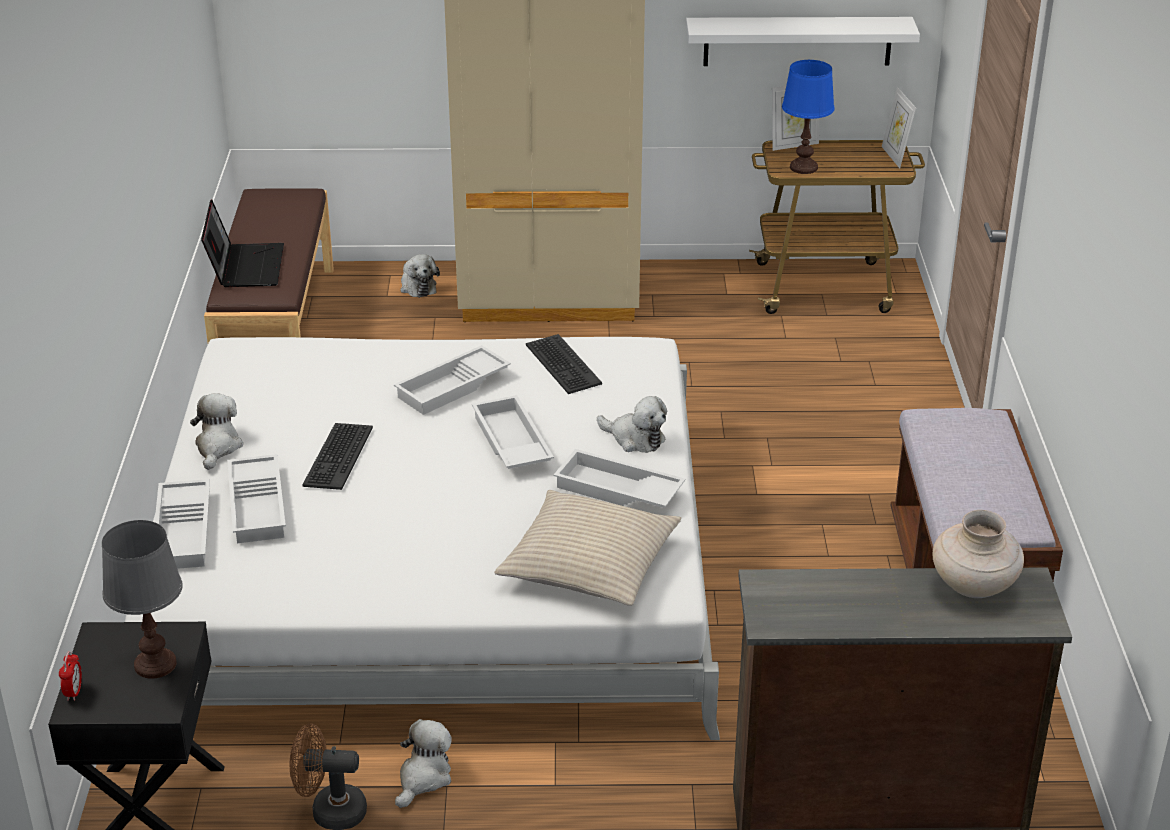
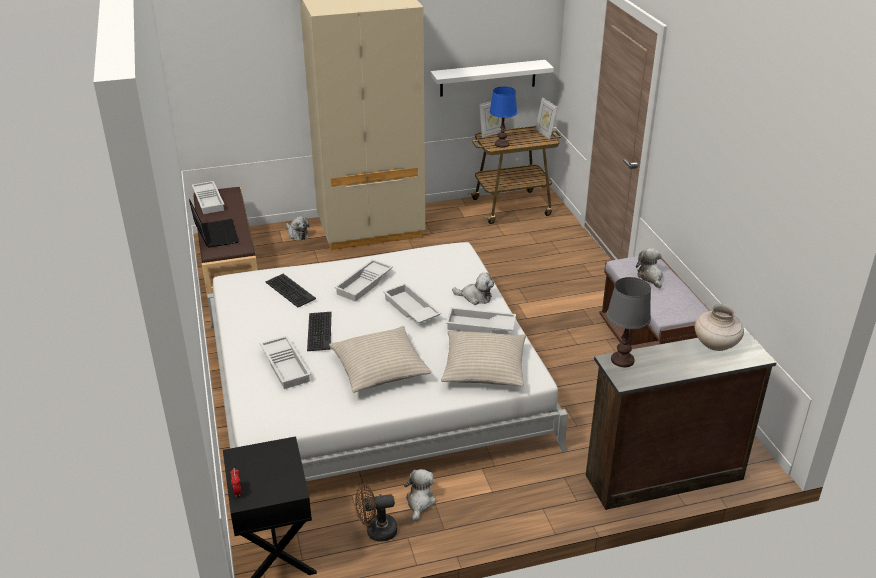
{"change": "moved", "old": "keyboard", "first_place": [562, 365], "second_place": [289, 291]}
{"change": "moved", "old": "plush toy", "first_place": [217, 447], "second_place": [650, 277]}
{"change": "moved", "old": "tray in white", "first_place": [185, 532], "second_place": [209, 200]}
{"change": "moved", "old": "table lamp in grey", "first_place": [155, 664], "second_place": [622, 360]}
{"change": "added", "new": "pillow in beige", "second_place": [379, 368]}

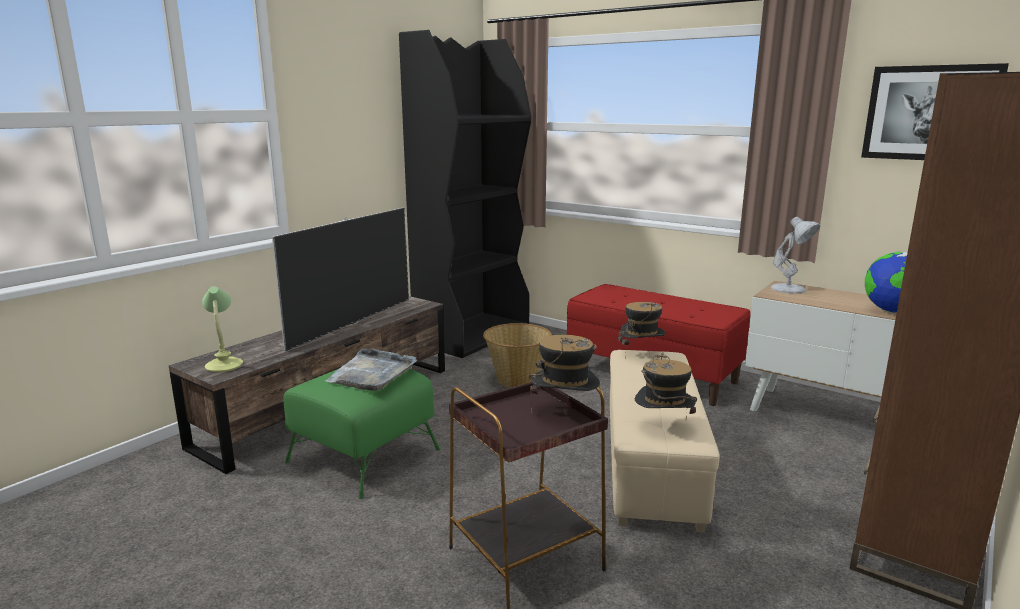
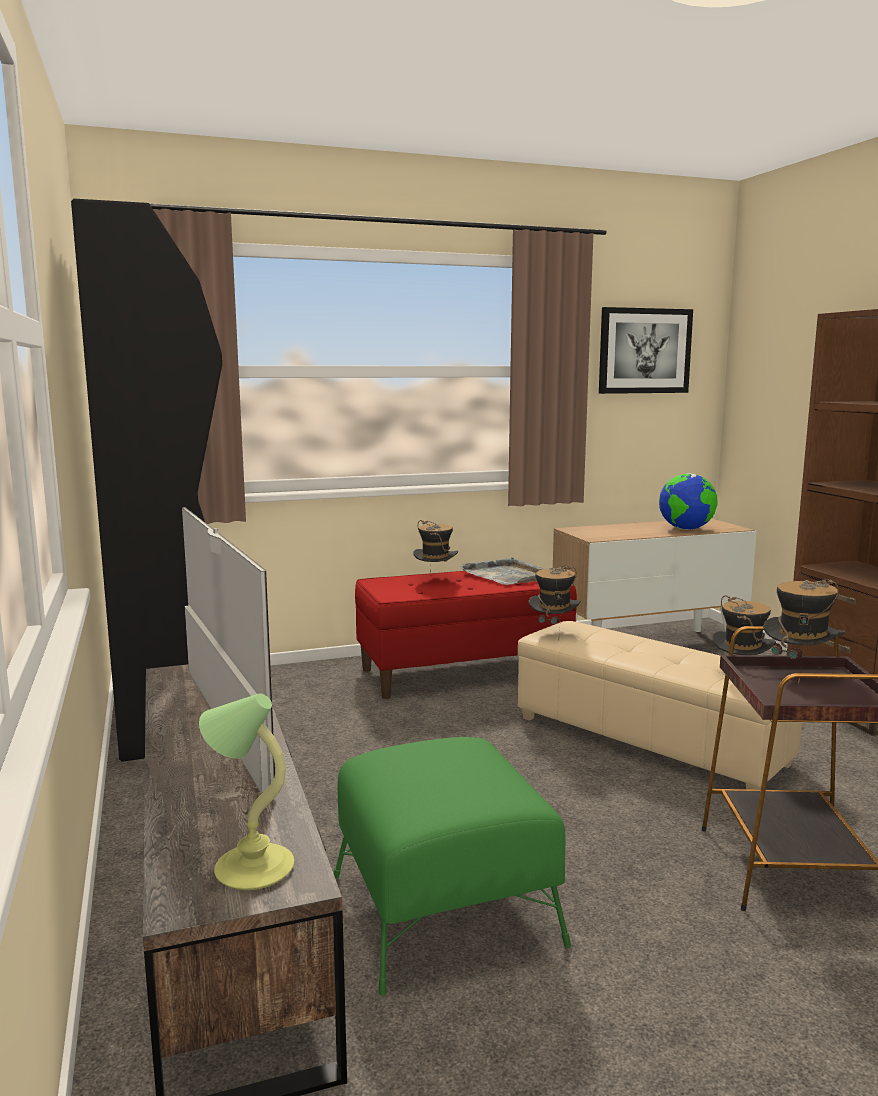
{"change": "removed", "old": "table lamp in white", "first_place": [790, 289]}
{"change": "removed", "old": "basket", "first_place": [517, 379]}
{"change": "moved", "old": "tray in grey", "first_place": [372, 373], "second_place": [506, 575]}
{"change": "added", "new": "hat", "second_place": [435, 579]}

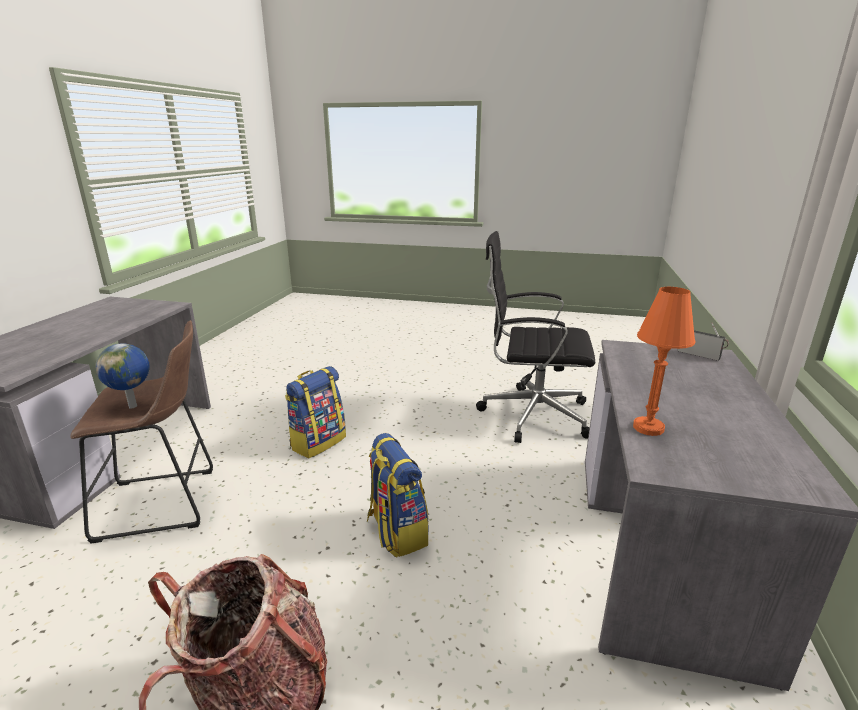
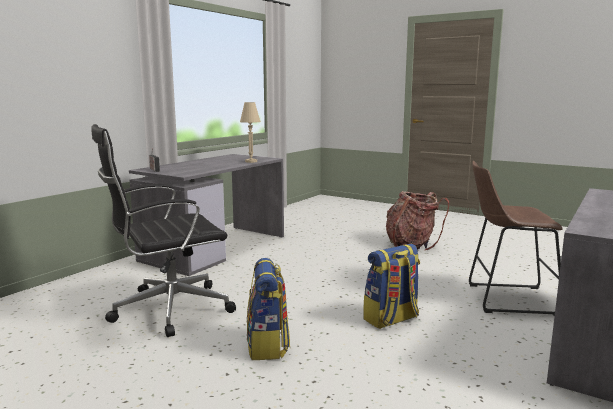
{"change": "turned", "old": "office chair in black", "first_place": [531, 414], "second_place": [168, 309], "degrees": 120}
{"change": "recoloured", "old": "table lamp in orange", "new": "table lamp in beige", "first_place": [648, 428], "second_place": [251, 161]}
{"change": "removed", "old": "globe", "first_place": [134, 406]}
{"change": "moved", "old": "backpack", "first_place": [396, 531], "second_place": [268, 346]}

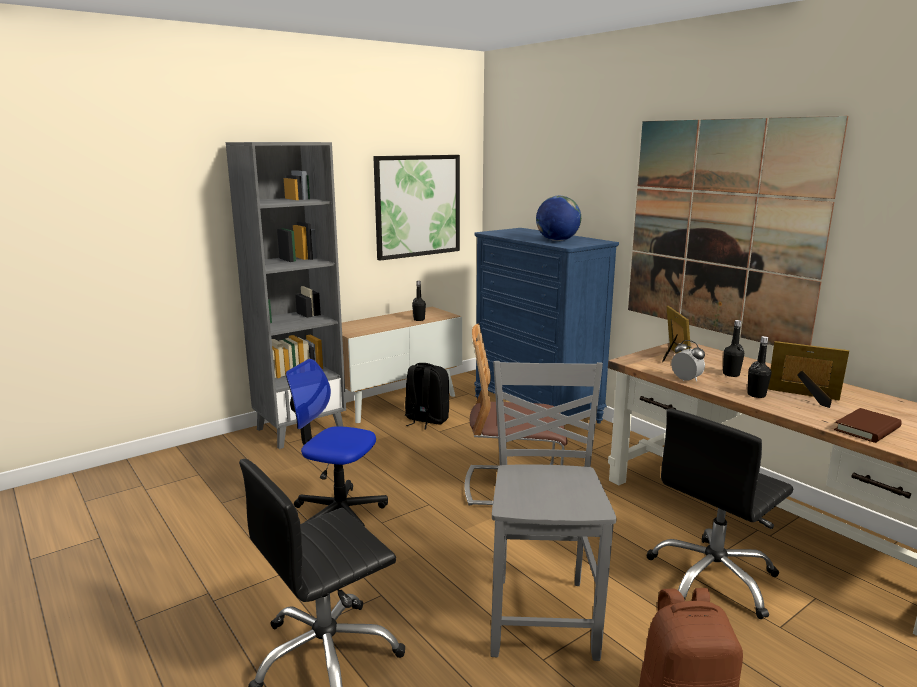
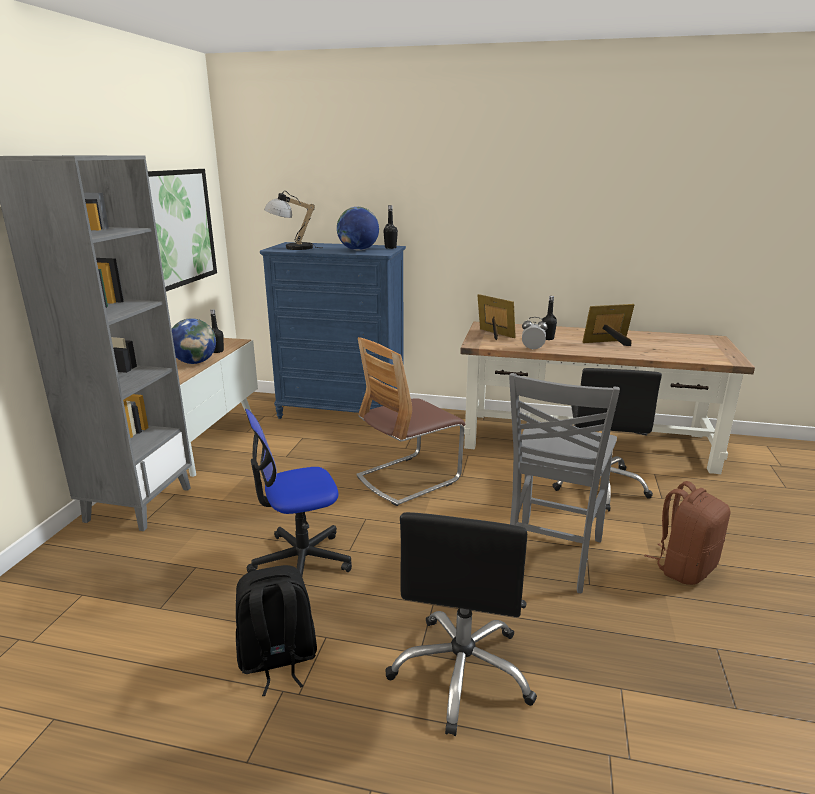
{"change": "removed", "old": "picture", "first_place": [721, 228]}
{"change": "moved", "old": "bottle in black", "first_place": [756, 395], "second_place": [390, 247]}
{"change": "turned", "old": "chair in grey", "first_place": [543, 615], "second_place": [551, 557], "degrees": -120}
{"change": "moved", "old": "backpack in black", "first_place": [426, 420], "second_place": [277, 660]}
{"change": "removed", "old": "book in brown", "first_place": [867, 429]}
{"change": "added", "new": "table lamp", "second_place": [291, 247]}
{"change": "added", "new": "globe", "second_place": [195, 362]}

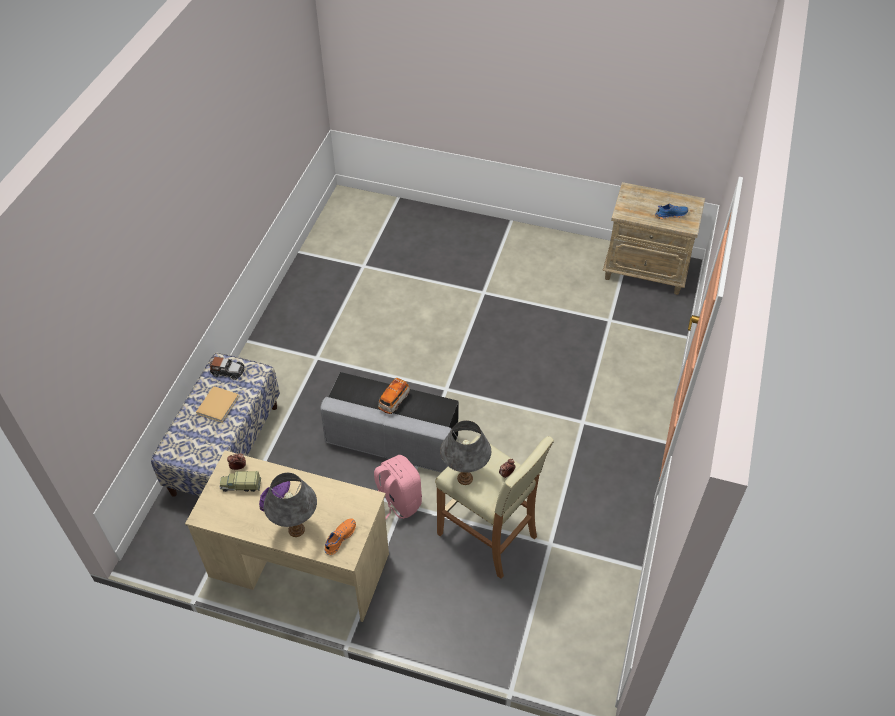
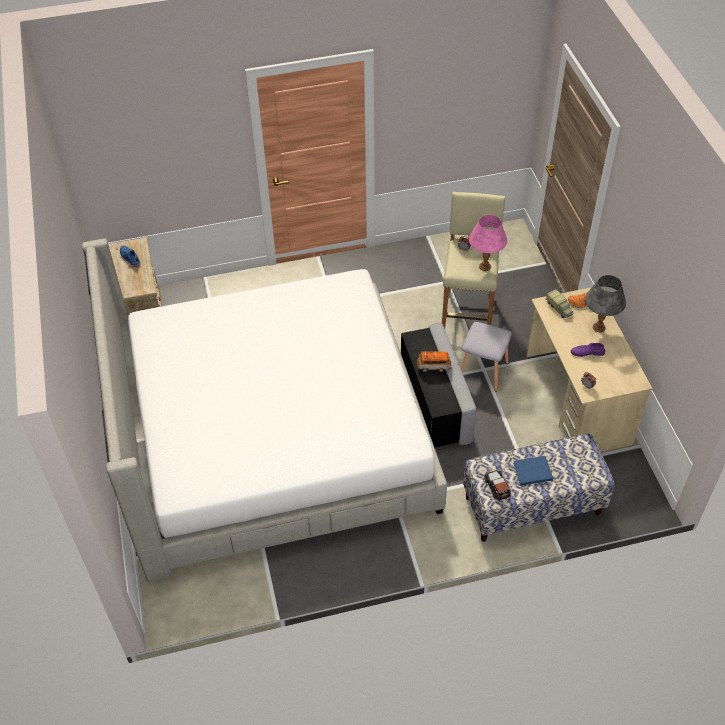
{"change": "recoloured", "old": "book in beige", "new": "book in blue", "first_place": [218, 404], "second_place": [531, 471]}
{"change": "recoloured", "old": "table lamp in grey", "new": "table lamp in pink", "first_place": [465, 478], "second_place": [484, 266]}
{"change": "replaced", "old": "backpack in pink", "new": "stool in grey", "first_place": [398, 501], "second_place": [483, 372]}
{"change": "moved", "old": "toy truck", "first_place": [240, 485], "second_place": [559, 308]}
{"change": "added", "new": "bed", "second_place": [272, 436]}

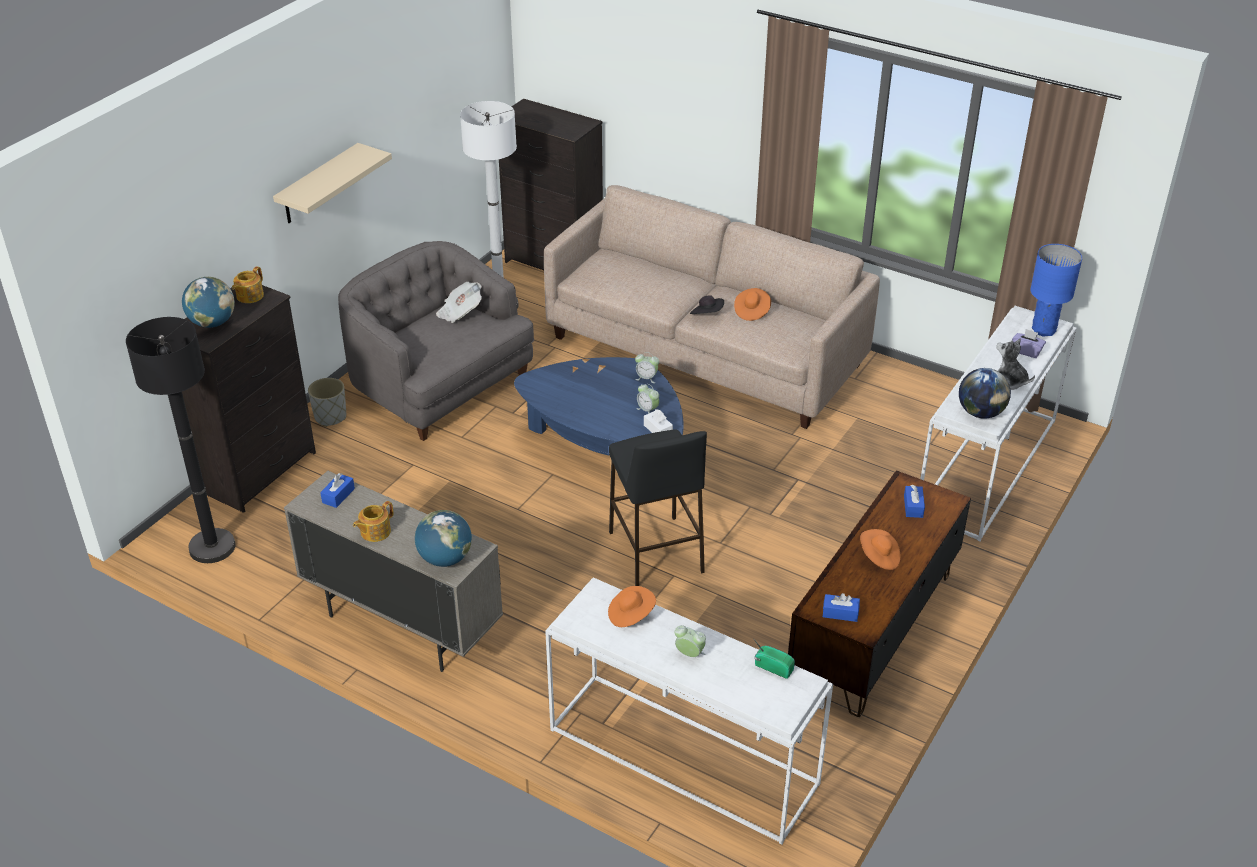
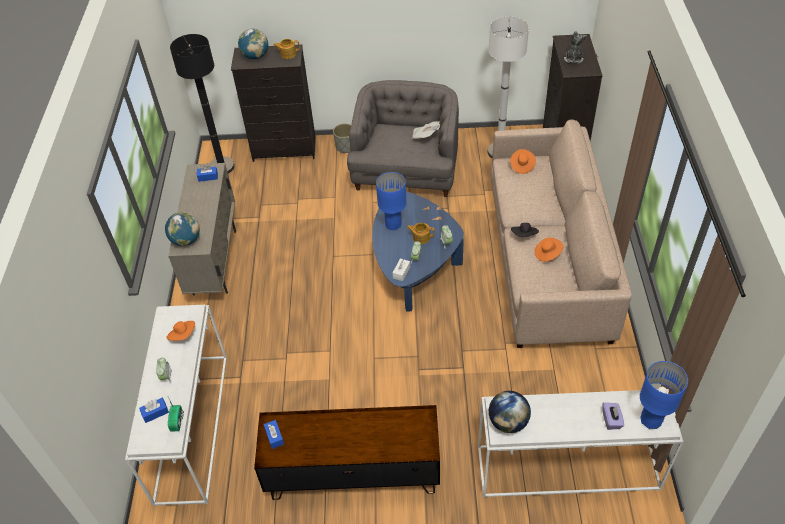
{"change": "removed", "old": "shelf in beige", "first_place": [319, 185]}
{"change": "moved", "old": "plush toy", "first_place": [1009, 381], "second_place": [573, 59]}
{"change": "removed", "old": "stool in black", "first_place": [656, 552]}
{"change": "moved", "old": "tissue box in blue", "first_place": [913, 506], "second_place": [155, 413]}
{"change": "moved", "old": "teapot", "first_place": [374, 532], "second_place": [421, 237]}
{"change": "moved", "old": "hat in orange", "first_place": [879, 557], "second_place": [522, 166]}
{"change": "added", "new": "table lamp in blue", "second_place": [393, 224]}

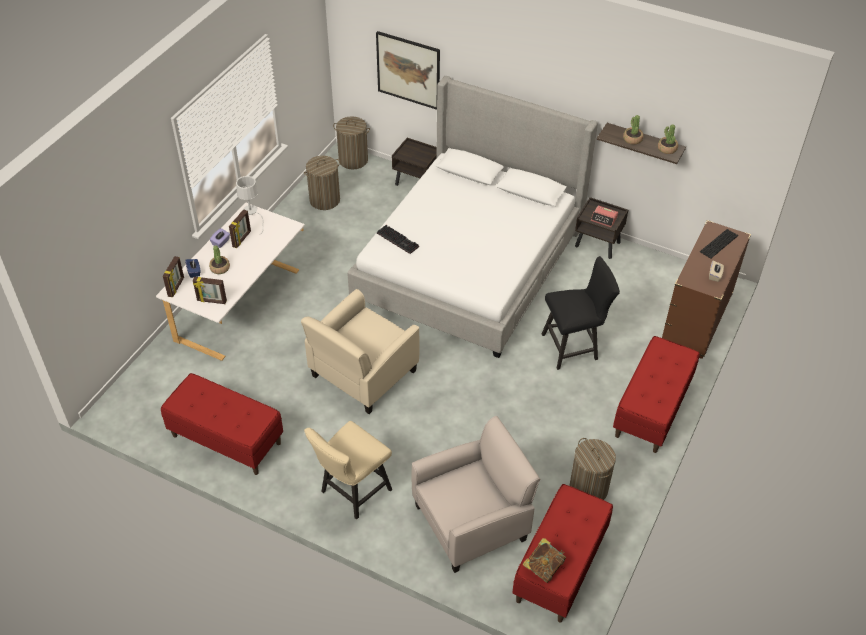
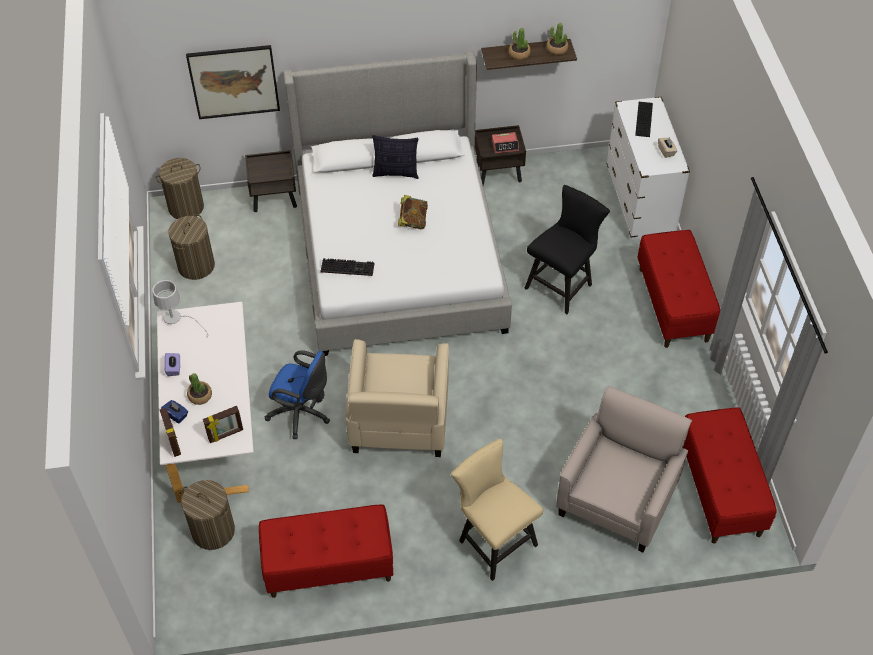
{"change": "removed", "old": "picture frame", "first_place": [242, 239]}
{"change": "recoloured", "old": "dresser in brown", "new": "dresser in white", "first_place": [696, 319], "second_place": [640, 201]}
{"change": "turned", "old": "chair in beige", "first_place": [352, 493], "second_place": [493, 540], "degrees": 135}
{"change": "moved", "old": "laundry basket", "first_place": [588, 488], "second_place": [213, 531]}
{"change": "moved", "old": "book", "first_place": [543, 567], "second_place": [413, 221]}
{"change": "added", "new": "pillow", "second_place": [396, 173]}
{"change": "added", "new": "office chair in blue", "second_place": [302, 414]}

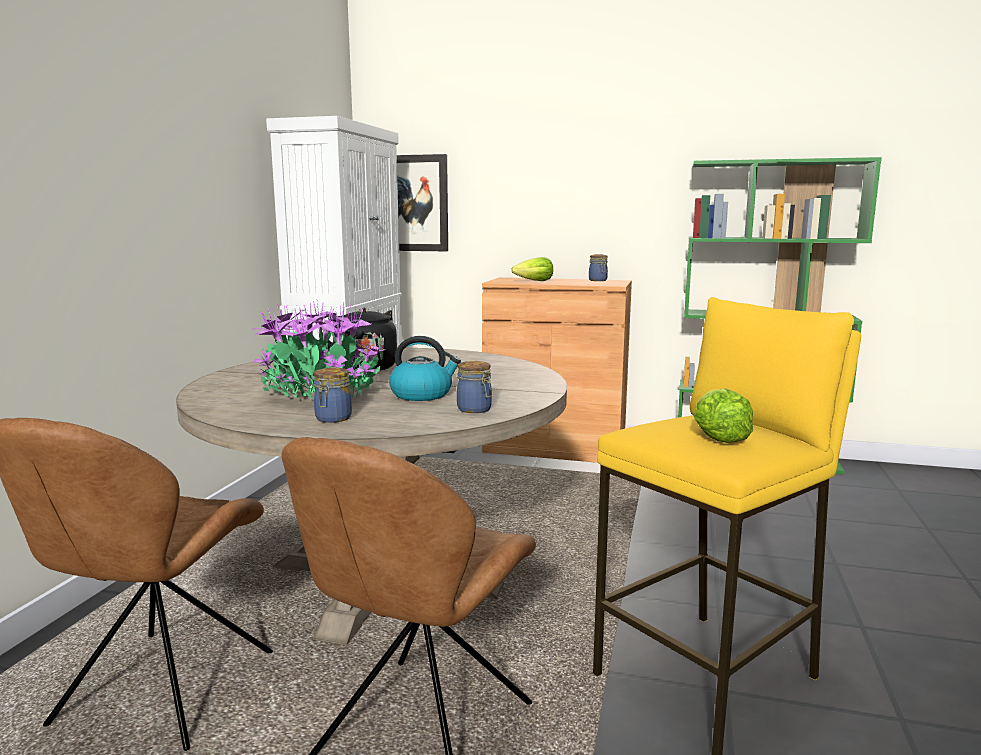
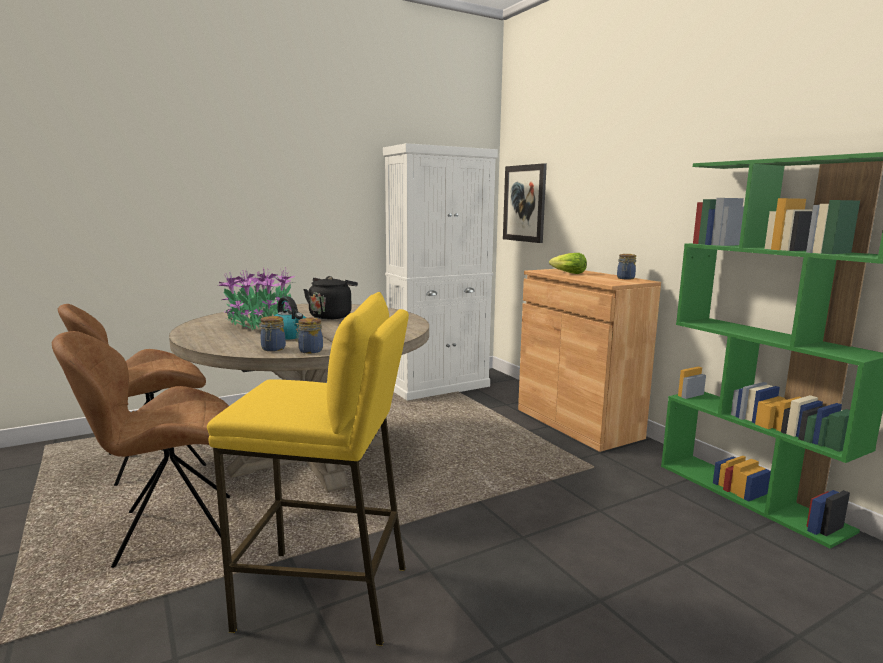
{"change": "moved", "old": "jar", "first_place": [332, 419], "second_place": [309, 351]}
{"change": "removed", "old": "lettuce", "first_place": [718, 436]}

